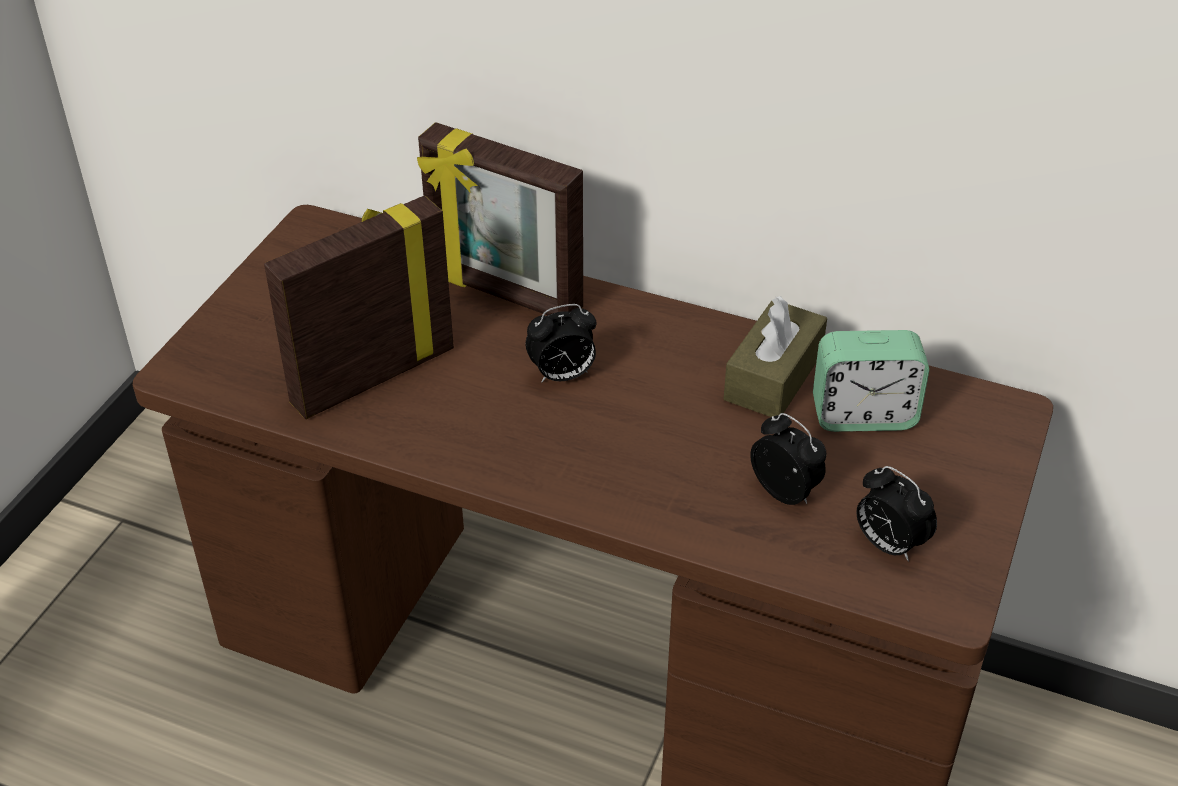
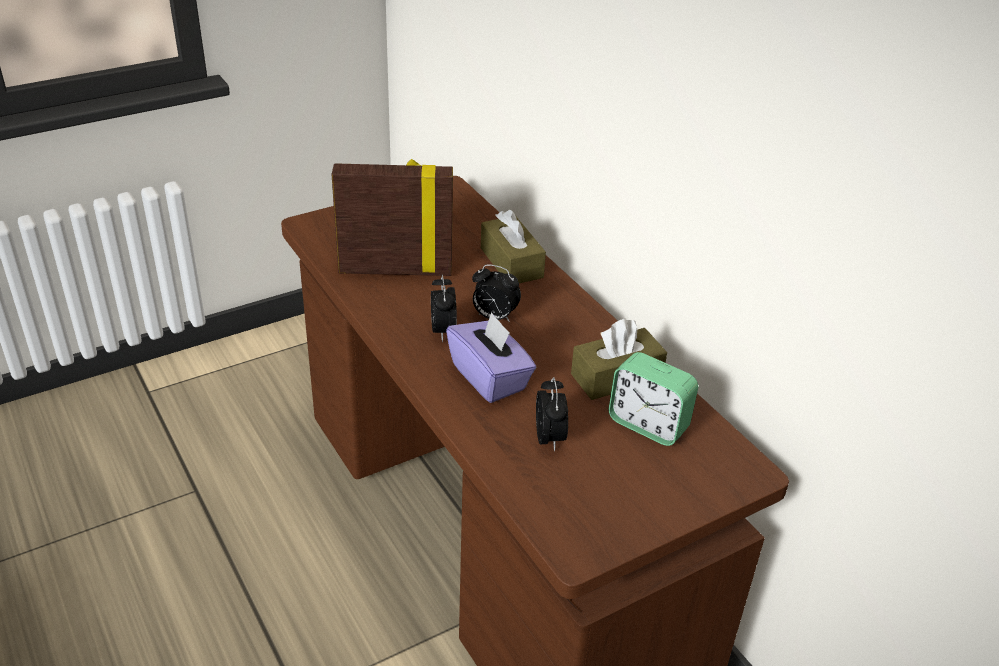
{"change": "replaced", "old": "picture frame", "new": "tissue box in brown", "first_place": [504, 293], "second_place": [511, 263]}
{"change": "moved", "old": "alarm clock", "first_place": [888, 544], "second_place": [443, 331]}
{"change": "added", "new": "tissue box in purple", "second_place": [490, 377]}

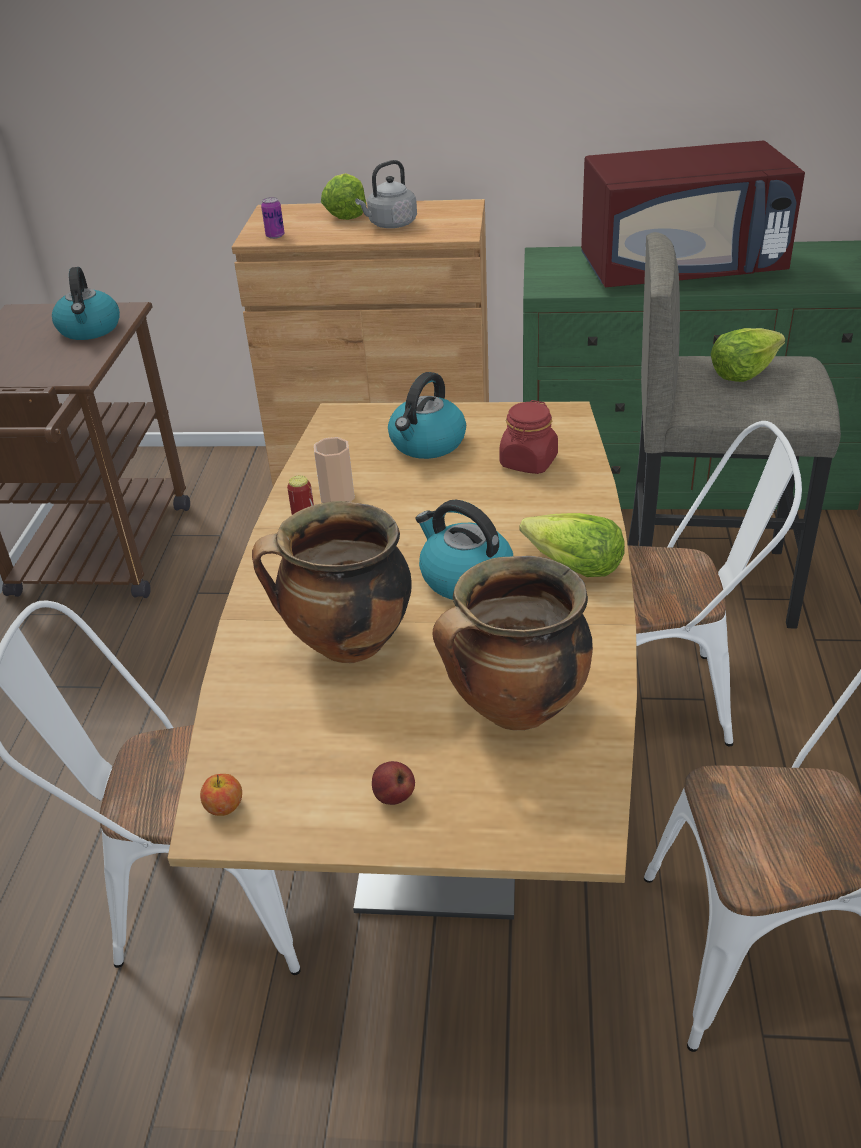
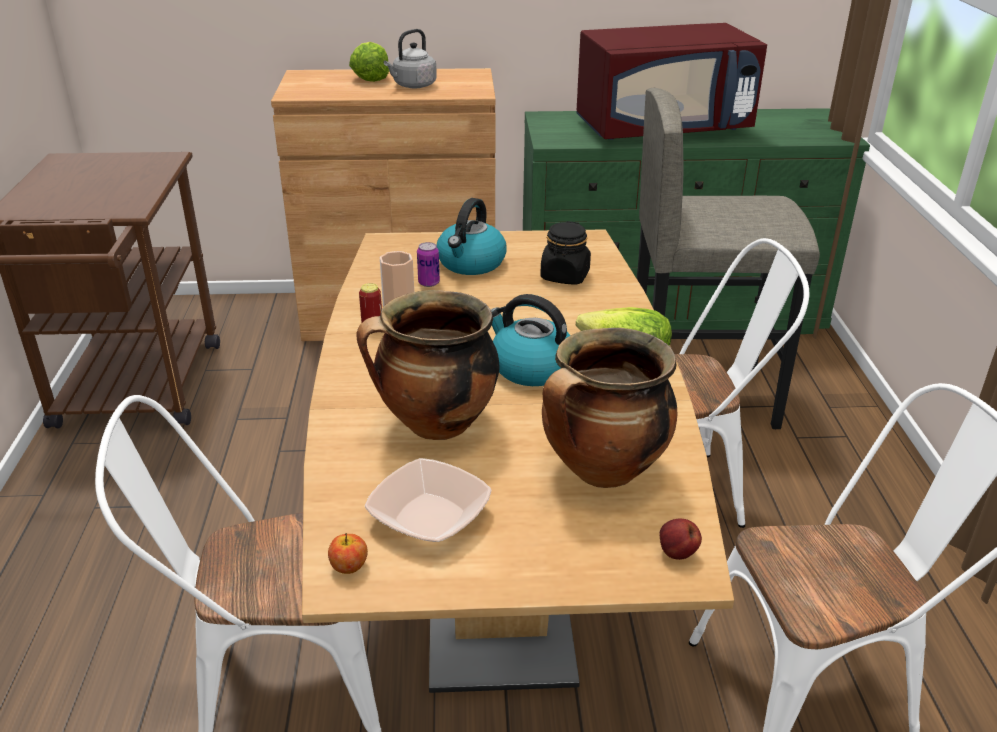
{"change": "moved", "old": "can", "first_place": [275, 236], "second_place": [429, 283]}
{"change": "removed", "old": "kettle", "first_place": [90, 329]}
{"change": "removed", "old": "lettuce", "first_place": [743, 372]}
{"change": "recoloured", "old": "jar in red", "new": "jar in black", "first_place": [528, 462], "second_place": [565, 276]}
{"change": "moved", "old": "apple", "first_place": [393, 797], "second_place": [676, 553]}
{"change": "added", "new": "bowl", "second_place": [429, 517]}

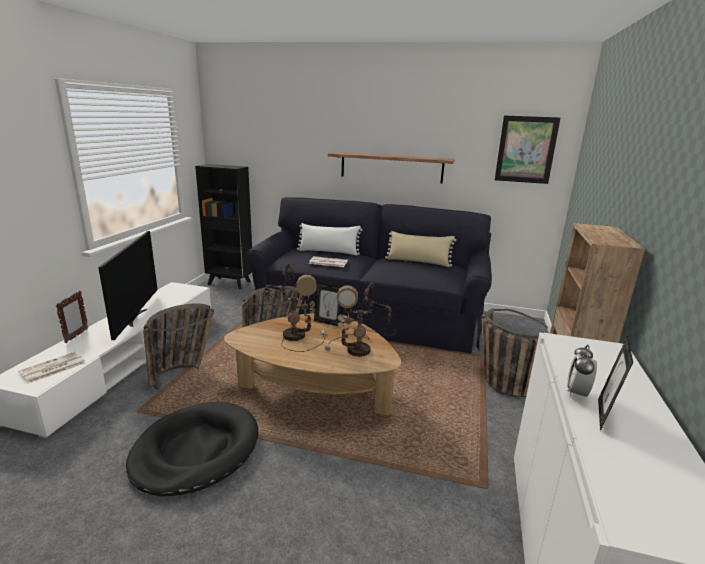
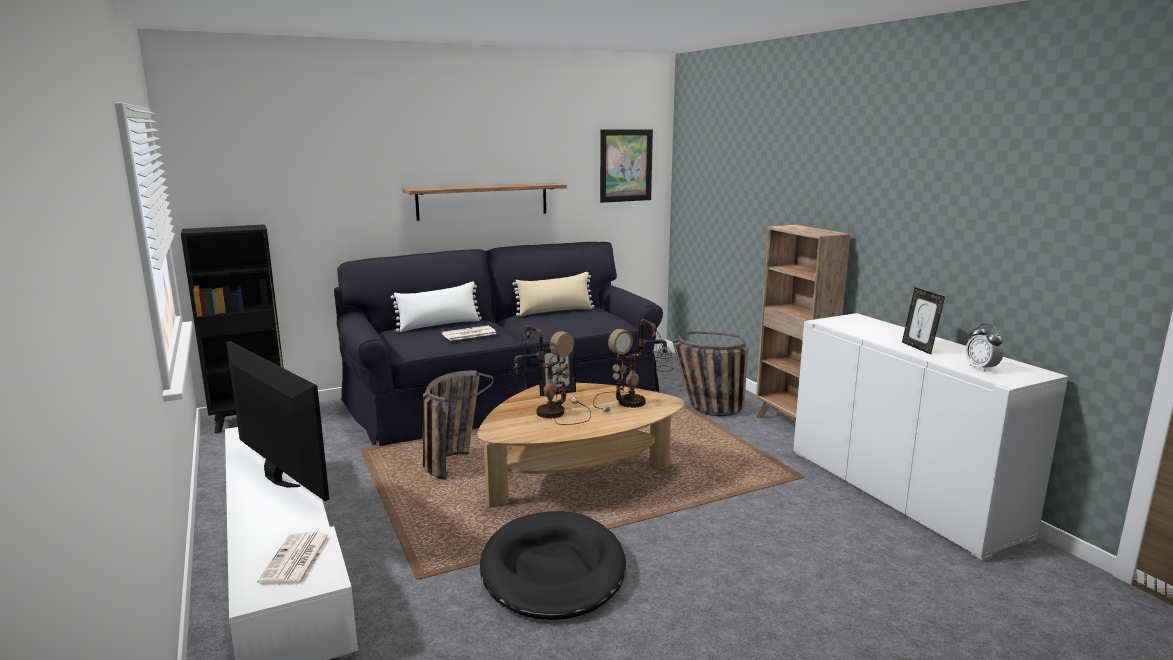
{"change": "removed", "old": "picture frame", "first_place": [76, 336]}
{"change": "removed", "old": "basket", "first_place": [183, 372]}
{"change": "moved", "old": "alarm clock", "first_place": [576, 393], "second_place": [981, 368]}

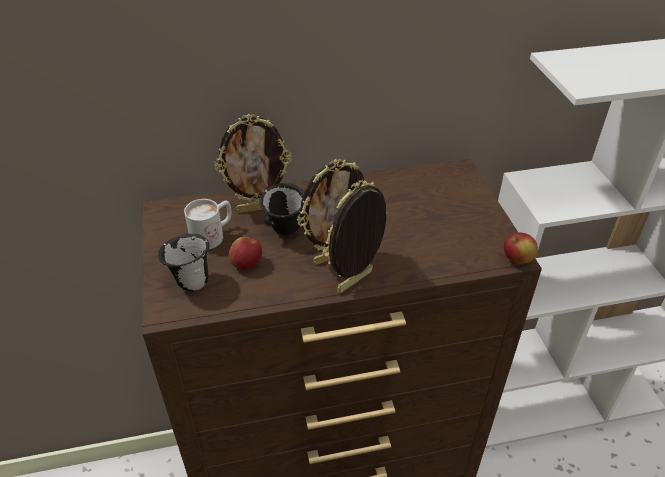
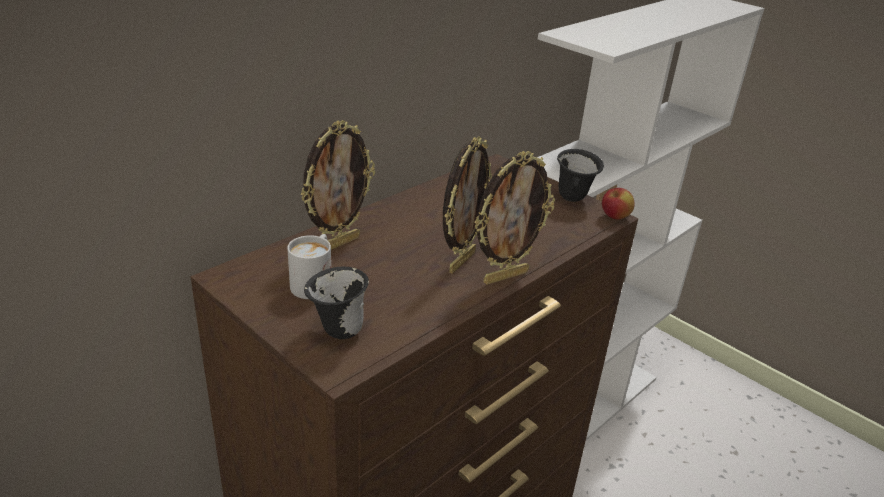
{"change": "turned", "old": "picture frame", "first_place": [356, 283], "second_place": [505, 276], "degrees": -135}
{"change": "moved", "old": "mug in black", "first_place": [285, 232], "second_place": [573, 200]}
{"change": "removed", "old": "apple", "first_place": [246, 264]}

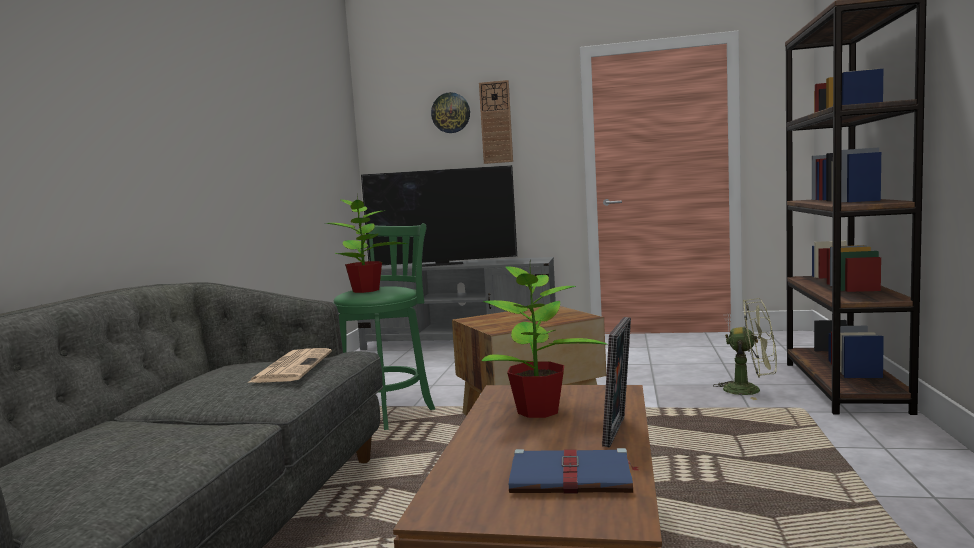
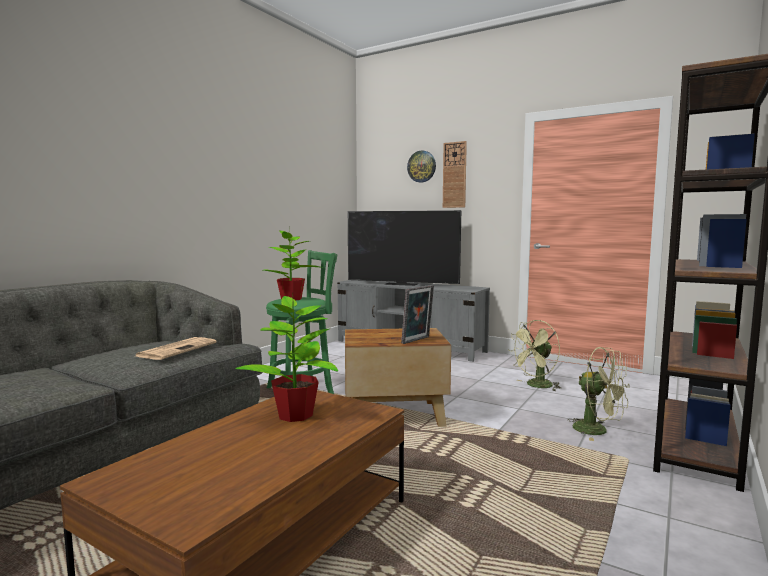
{"change": "moved", "old": "picture frame", "first_place": [619, 432], "second_place": [417, 340]}
{"change": "removed", "old": "book in blue", "first_place": [573, 477]}
{"change": "added", "new": "fan in green", "second_place": [536, 386]}

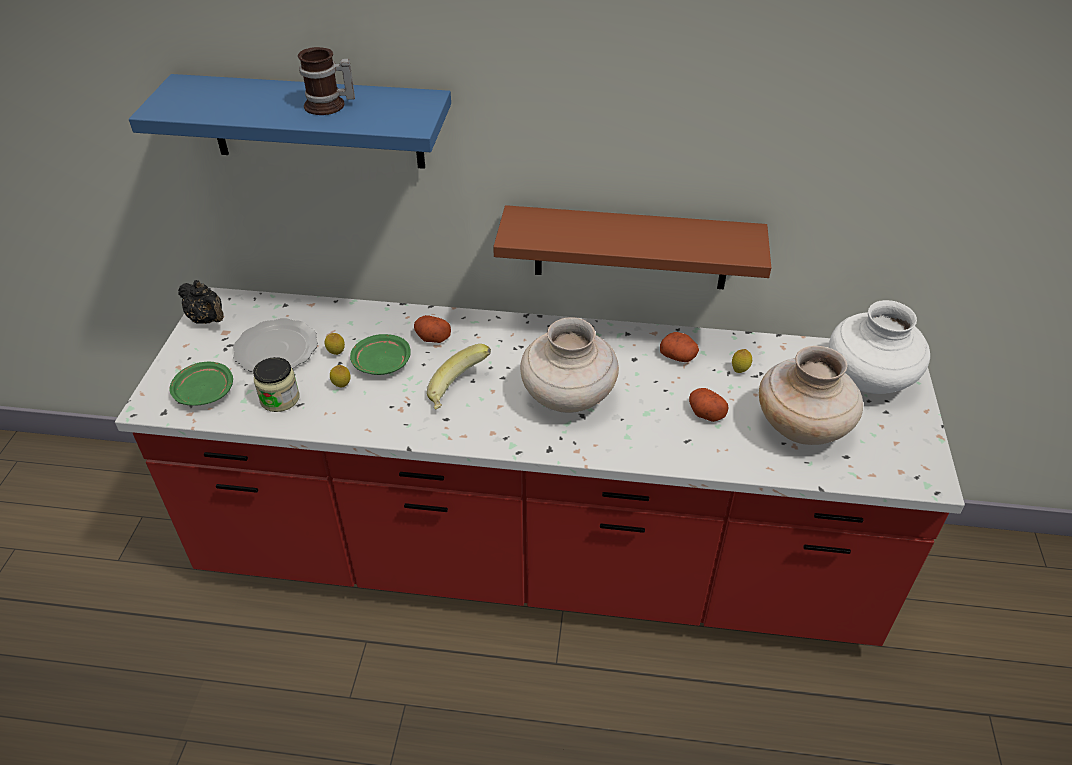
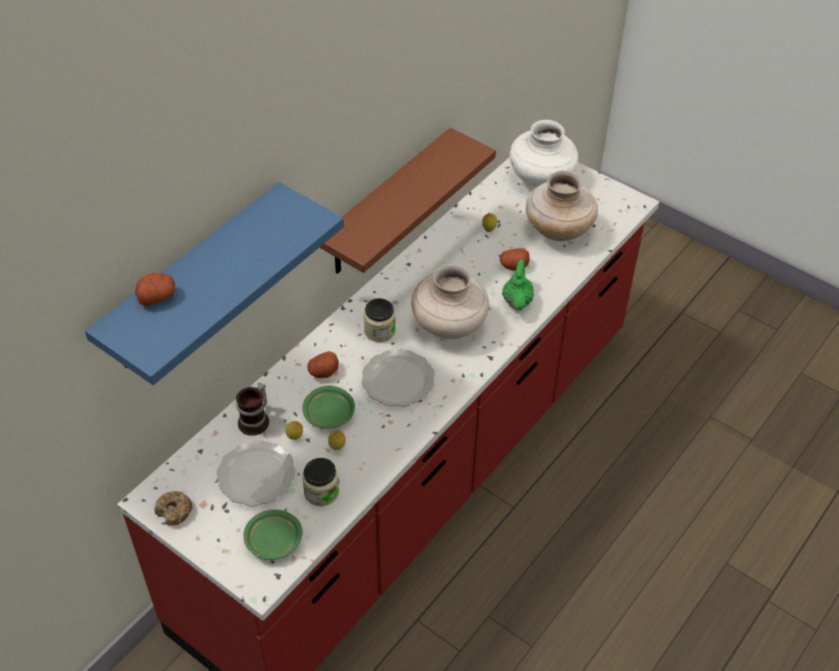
{"change": "moved", "old": "mug", "first_place": [328, 106], "second_place": [256, 420]}
{"change": "replaced", "old": "teapot in black", "new": "donut", "first_place": [208, 319], "second_place": [174, 511]}
{"change": "moved", "old": "potato", "first_place": [678, 356], "second_place": [157, 297]}
{"change": "replaced", "old": "banana", "new": "plate", "first_place": [459, 392], "second_place": [398, 381]}
{"change": "added", "new": "teapot in green", "second_place": [517, 301]}
{"change": "added", "new": "jar", "second_place": [379, 331]}

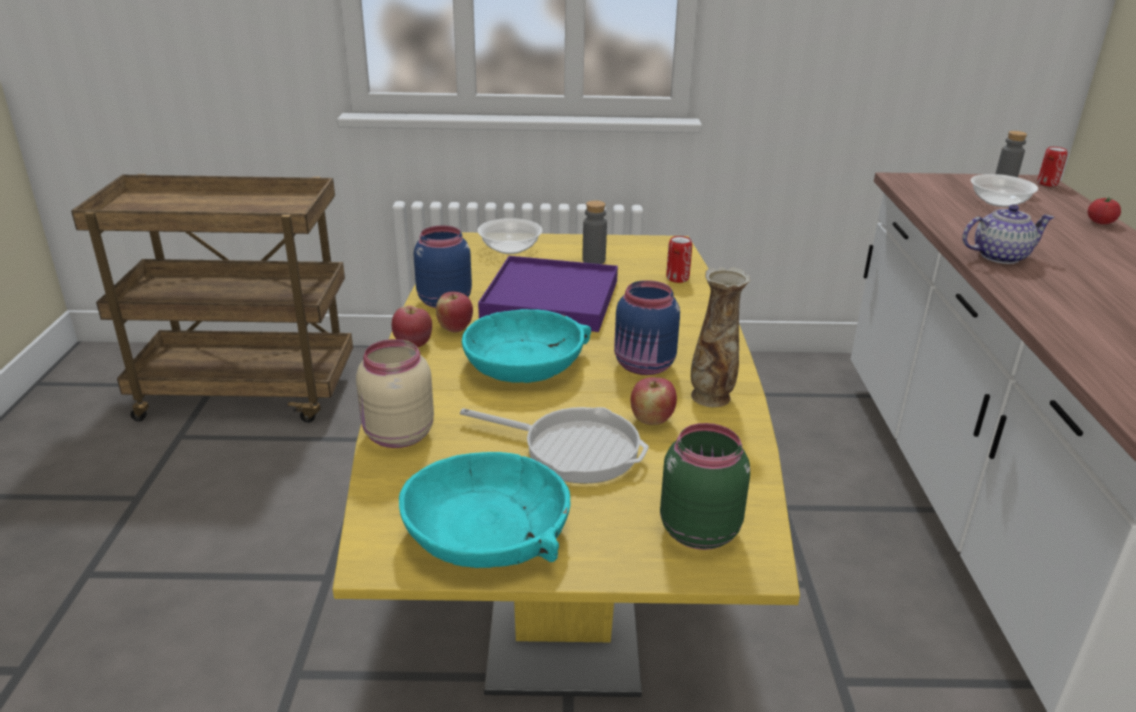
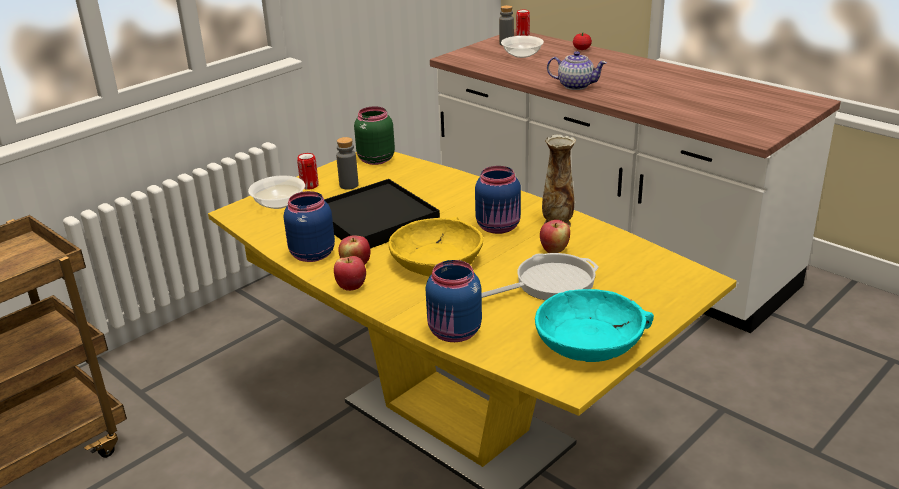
{"change": "turned", "old": "teapot", "first_place": [999, 256], "second_place": [575, 85], "degrees": 75}
{"change": "moved", "old": "can", "first_place": [677, 278], "second_place": [309, 186]}
{"change": "recoloured", "old": "tray in purple", "new": "tray in black", "first_place": [550, 299], "second_place": [374, 220]}
{"change": "recoloured", "old": "bowl in turquoise", "new": "bowl in yellow", "first_place": [524, 362], "second_place": [436, 260]}
{"change": "recoloured", "old": "jar in beige", "new": "jar in blue", "first_place": [397, 435], "second_place": [454, 333]}
{"change": "moved", "old": "jar in green", "first_place": [697, 529], "second_place": [375, 160]}

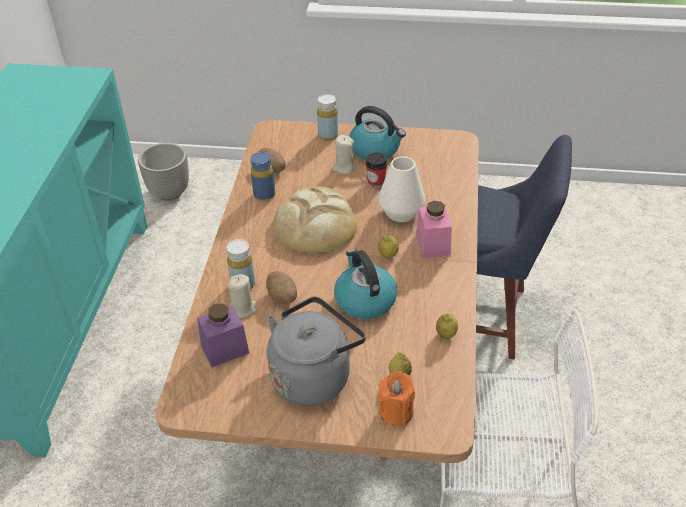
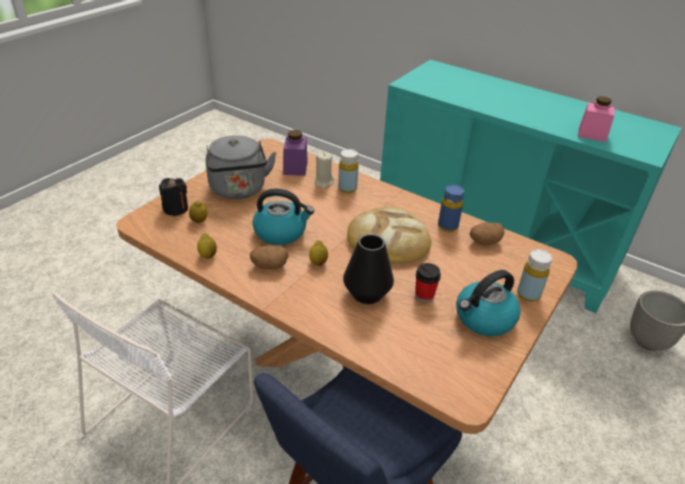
{"change": "removed", "old": "candle in beige", "first_place": [344, 168]}
{"change": "recoloured", "old": "vase in white", "new": "vase in black", "first_place": [401, 213], "second_place": [367, 293]}
{"change": "moved", "old": "jar in pink", "first_place": [433, 244], "second_place": [592, 134]}
{"change": "moved", "old": "potato", "first_place": [283, 297], "second_place": [269, 266]}
{"change": "recoloured", "old": "candle in orange", "new": "candle in black", "first_place": [396, 412], "second_place": [176, 209]}

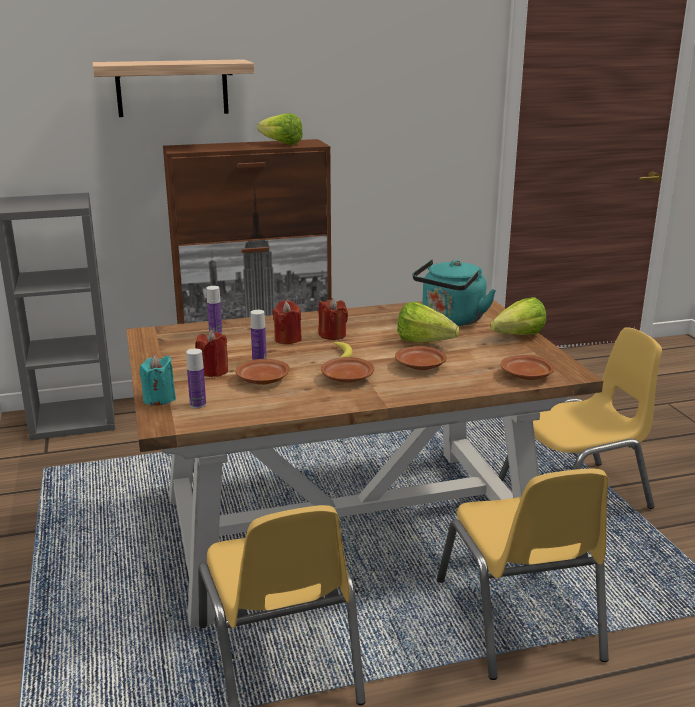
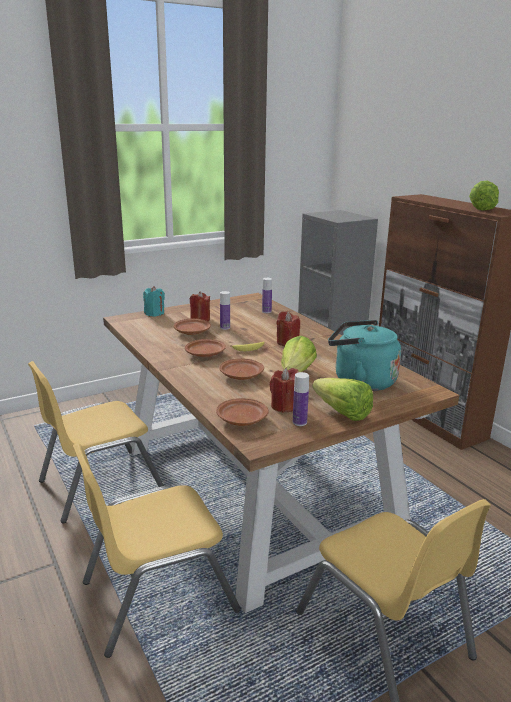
{"change": "removed", "old": "shelf", "first_place": [172, 88]}
{"change": "moved", "old": "candle in red", "first_place": [288, 339], "second_place": [285, 406]}
{"change": "moved", "old": "bottle", "first_place": [198, 404], "second_place": [299, 422]}

